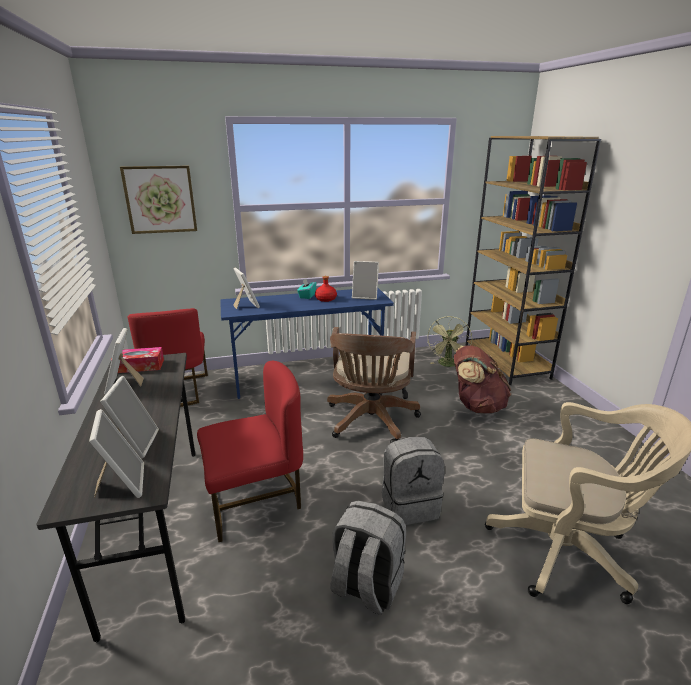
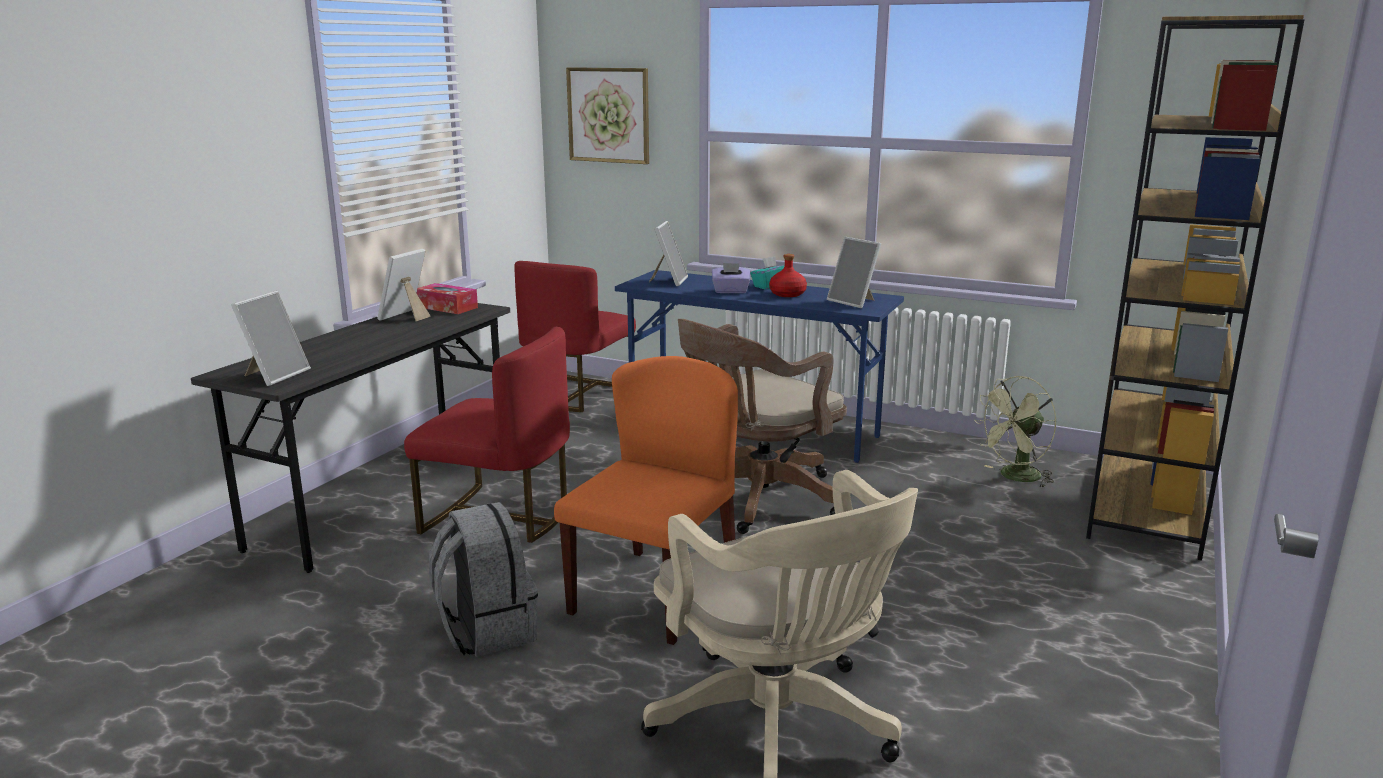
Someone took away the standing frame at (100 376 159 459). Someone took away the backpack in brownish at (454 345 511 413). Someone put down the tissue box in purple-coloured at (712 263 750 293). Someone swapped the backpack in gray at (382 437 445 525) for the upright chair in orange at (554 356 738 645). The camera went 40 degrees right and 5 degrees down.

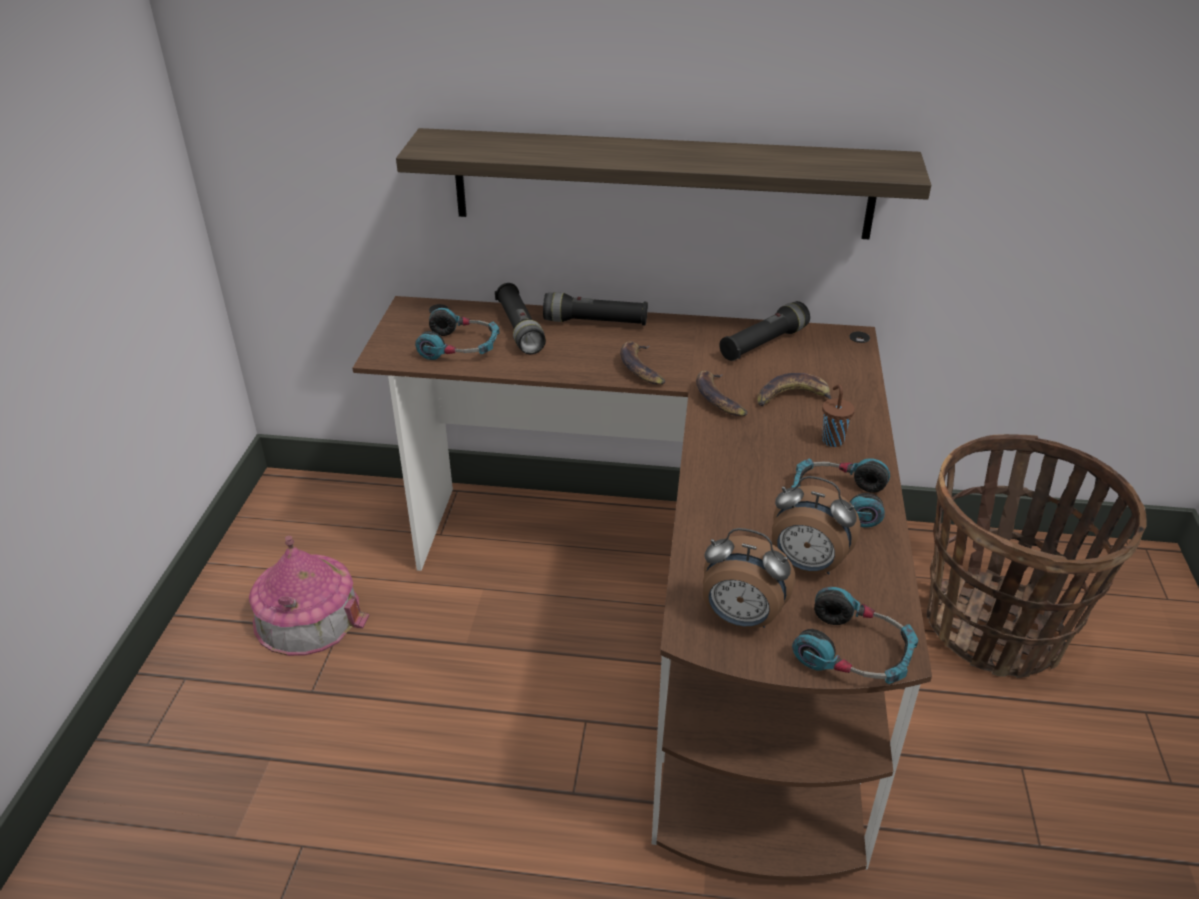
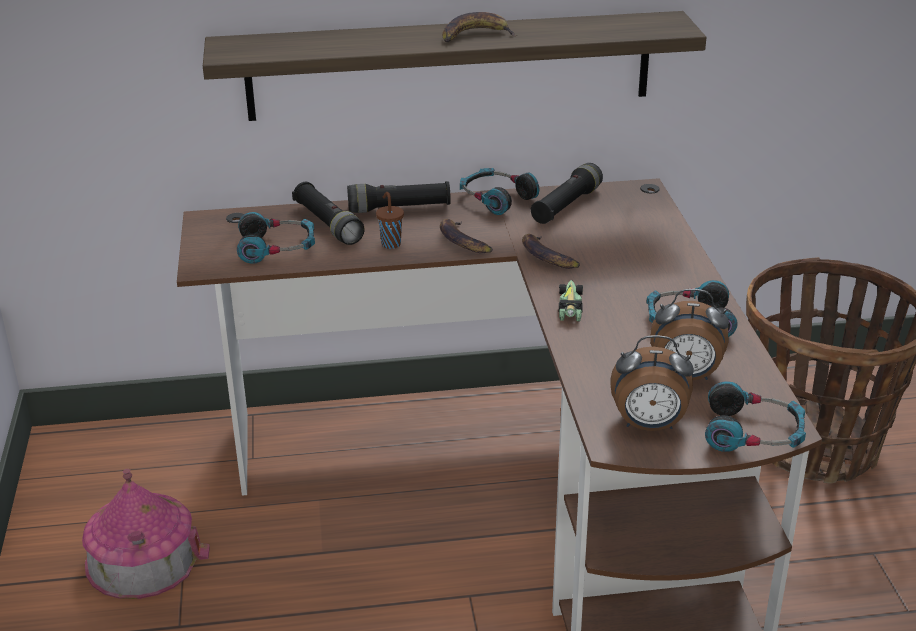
Someone put down the headset at (460 168 539 215). Someone put down the toy car at (559 280 583 321). Someone carried the banana from (757 373 832 406) to (442 12 518 42). Someone carried the drinking cup in brownish from (822 384 855 447) to (376 192 404 249). The camera went 15 degrees left and 5 degrees down.

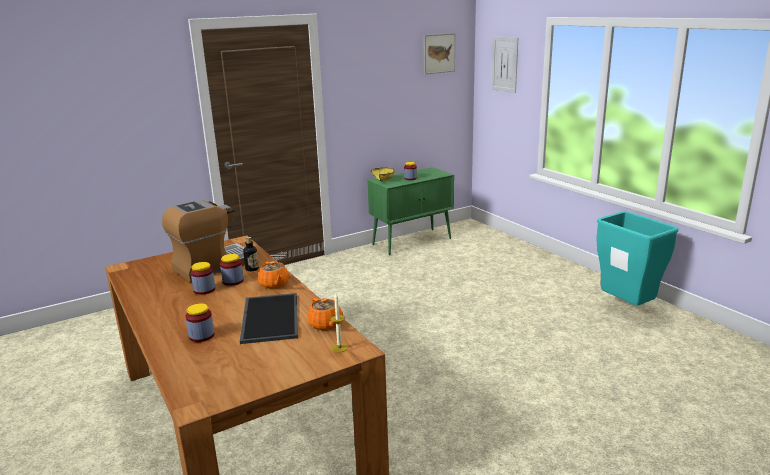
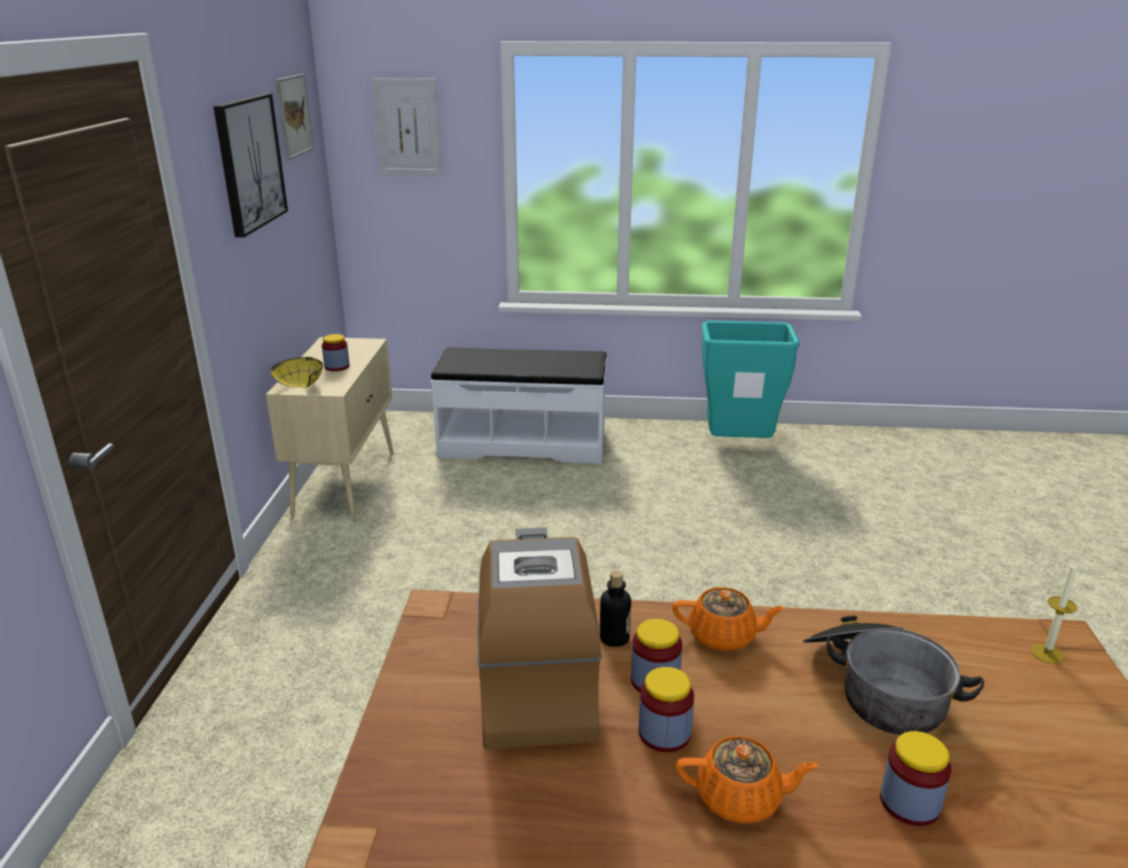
Someone put up the picture at (213 94 288 238). Someone put down the long seat in white-coloured at (431 347 607 464). Someone carried the teapot in orange from (307 298 343 330) to (676 736 819 824). Someone swapped the tray at (240 293 298 344) for the stockpot at (803 615 984 735). Someone repainted the storage cabinet in greenish at (368 167 454 255), which became the storage cabinet in beige-coloured at (266 337 393 521). The camera went 55 degrees left and 5 degrees up.

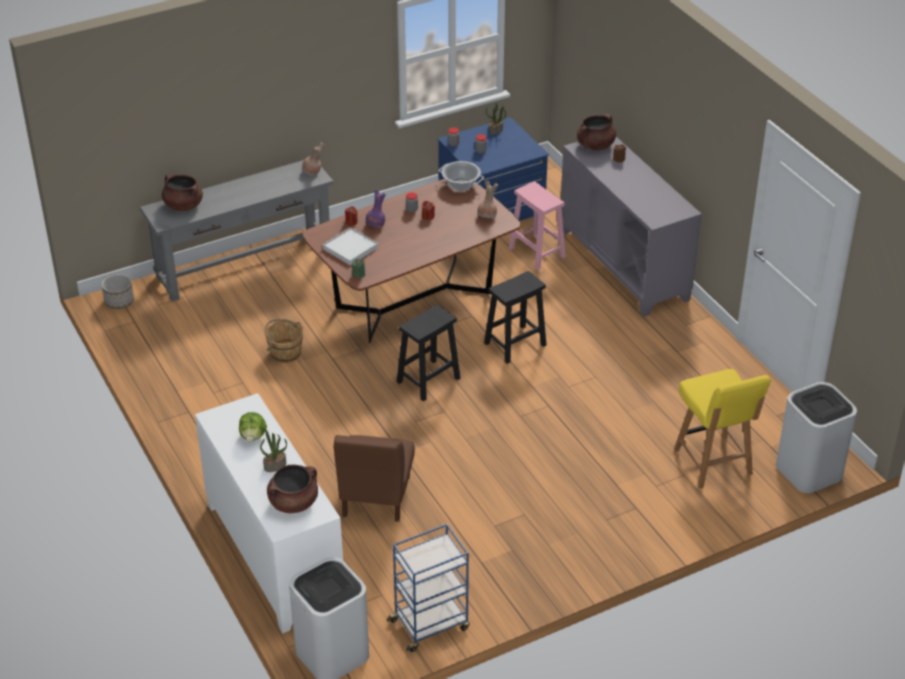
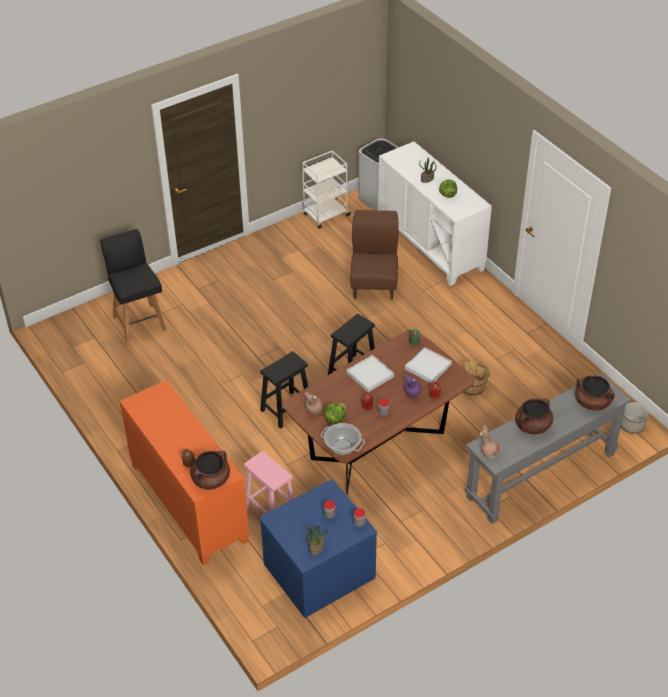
Someone took away the waste bin in white-coloured at (776 382 857 493). Someone put down the head of lettuce at (324 403 346 424). Someone put down the tray in white-coloured at (346 354 394 392). Someone carried the stockpot in brownish from (267 465 318 513) to (515 398 553 434). Someone repainted the trolley in blue at (387 524 470 652), which became the trolley in white-coloured at (302 151 352 229). Someone repainted the storage cabinet in gray at (561 137 702 317), which became the storage cabinet in orange at (120 380 249 565). Someone repainted the upright chair in yellowish at (674 369 771 489), which became the upright chair in black-coloured at (100 229 167 343). The camera went 175 degrees right and 5 degrees up.

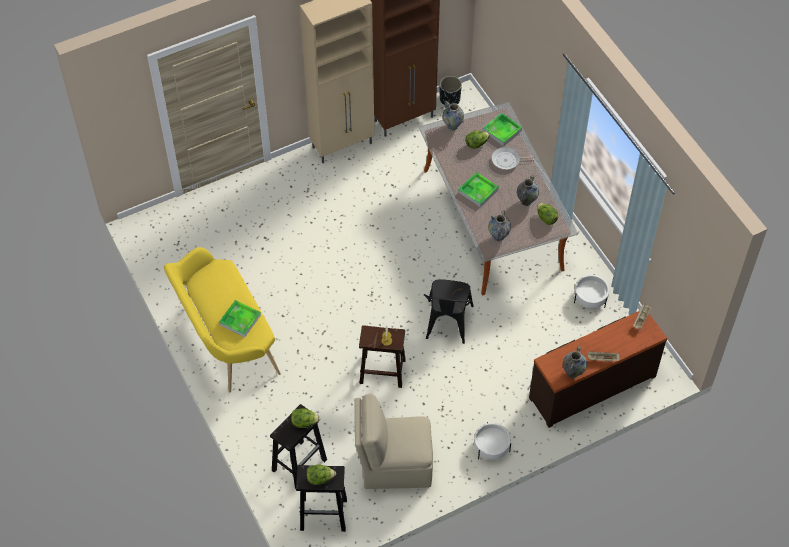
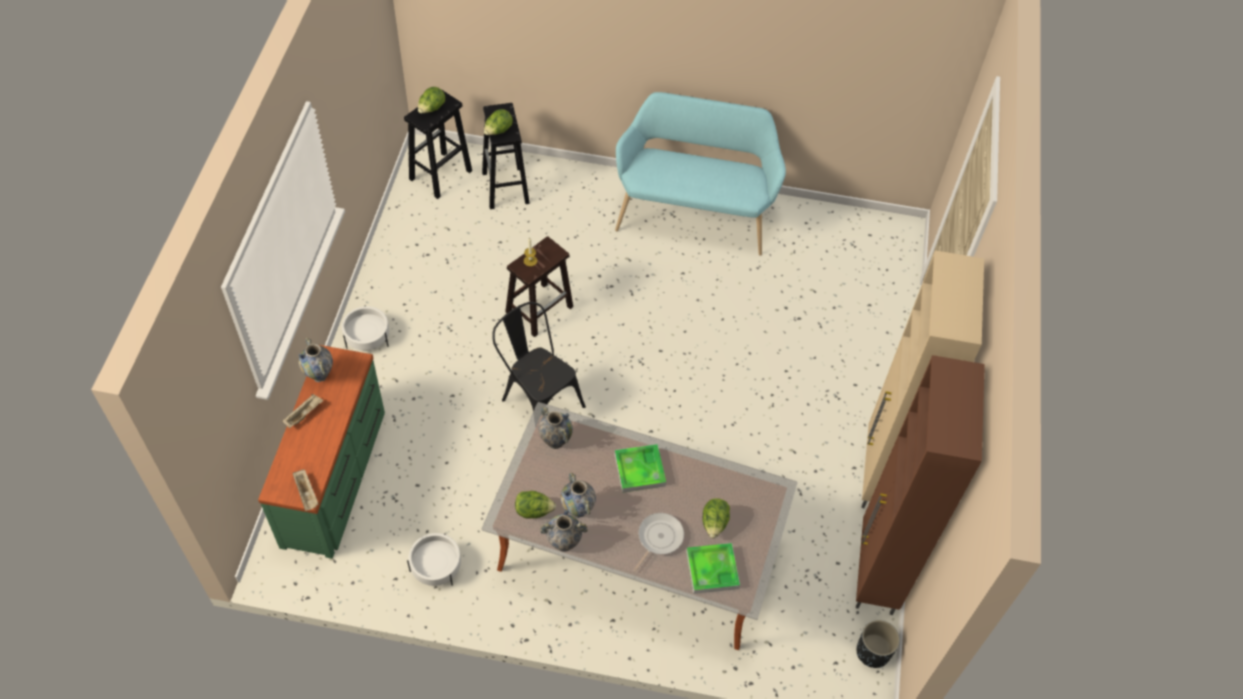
Someone took away the tray at (219 300 261 337). Someone took away the upright chair in beige-coloured at (354 394 433 489). Someone carried the vase from (442 101 464 130) to (540 510 588 552). Someone repainted the long seat in yellowish at (164 247 281 393), which became the long seat in turquoise-coloured at (615 92 786 256). Someone repainted the drawer chest in brownish at (529 311 667 428), which became the drawer chest in greenish at (258 345 385 559). The camera went 125 degrees right and 0 degrees up.

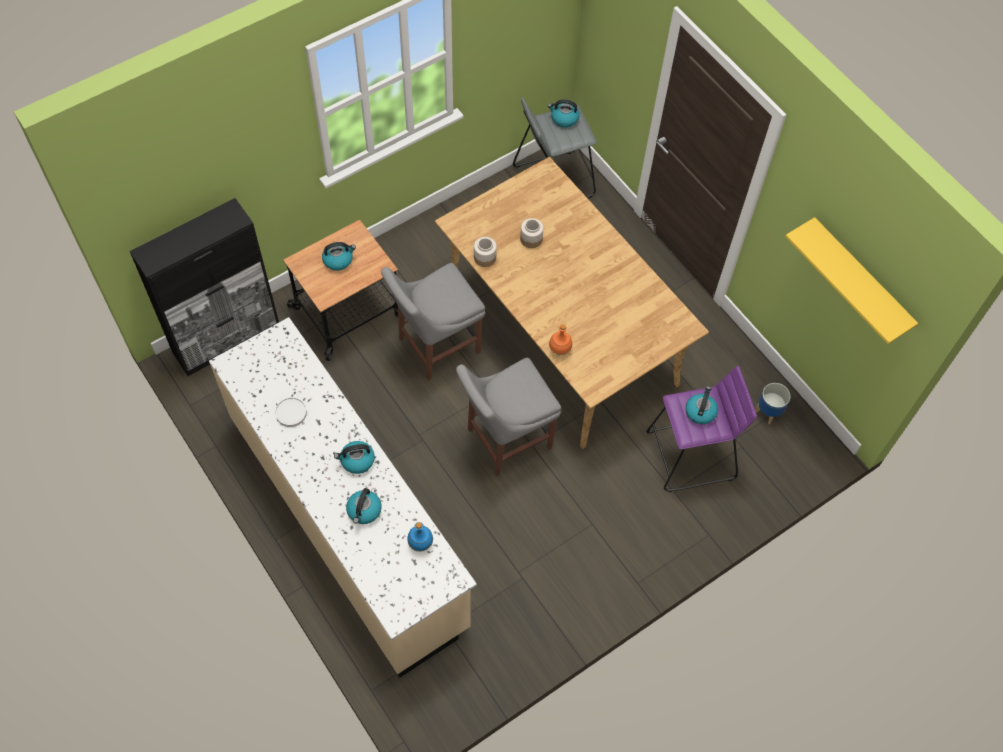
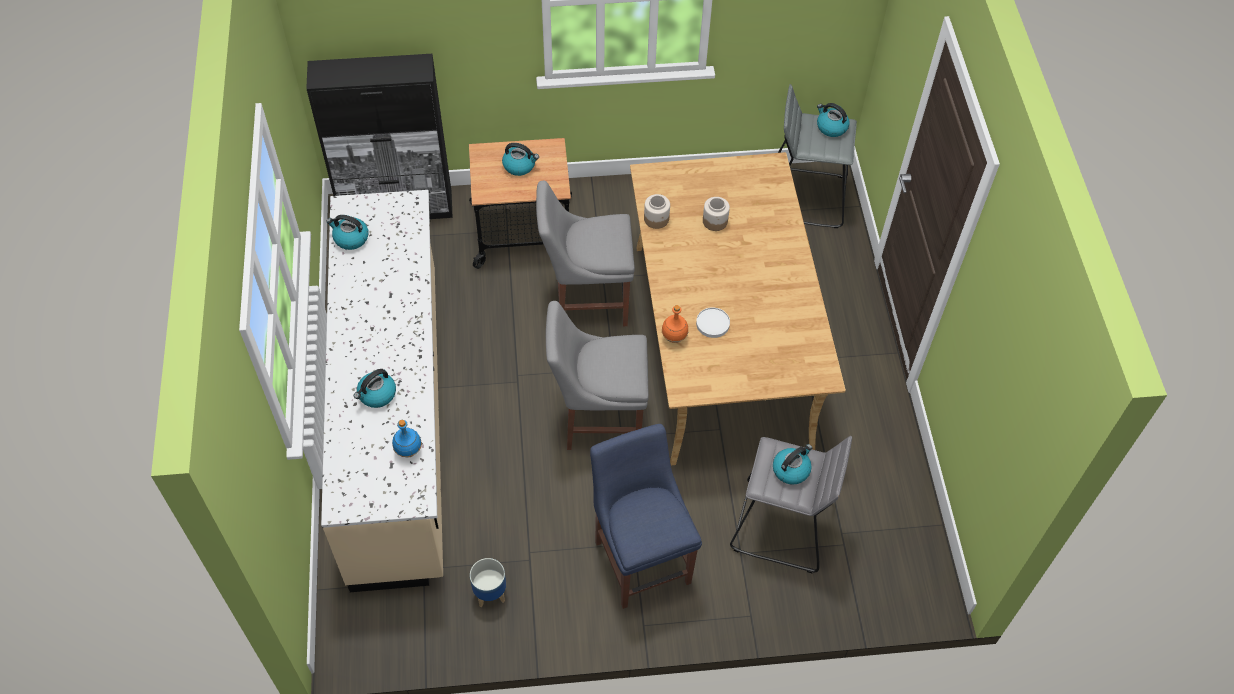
Someone took away the bracket shelf in yellowish at (785 217 918 344). Someone put down the upright chair in blue at (590 424 702 609). Someone carried the dinner plate in white-coloured from (275 398 307 427) to (696 307 730 338). Someone carried the tea kettle from (334 441 375 474) to (326 215 368 250). Someone carried the plant pot from (755 383 791 424) to (470 558 506 607). Someone repainted the stool in purple-coloured at (646 366 757 492), which became the stool in gray at (730 436 852 573). The camera went 30 degrees right and 5 degrees down.

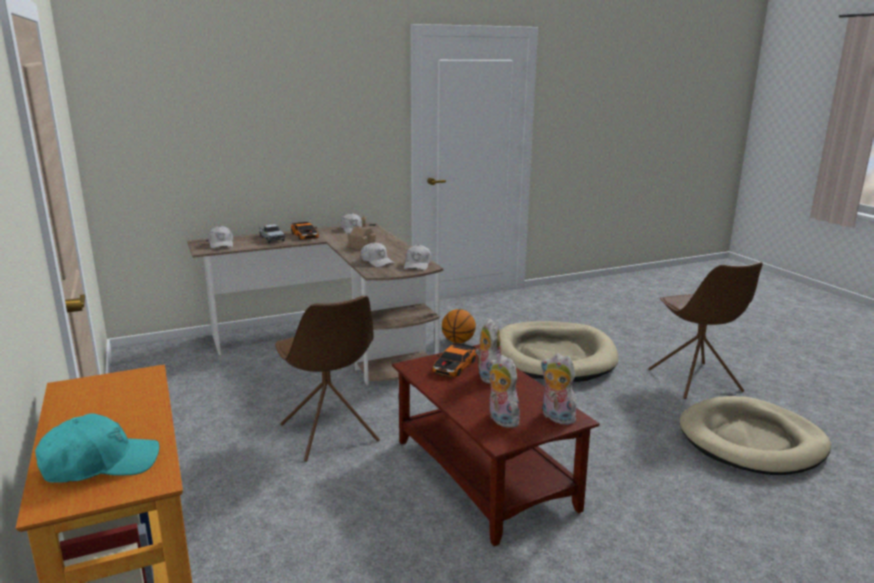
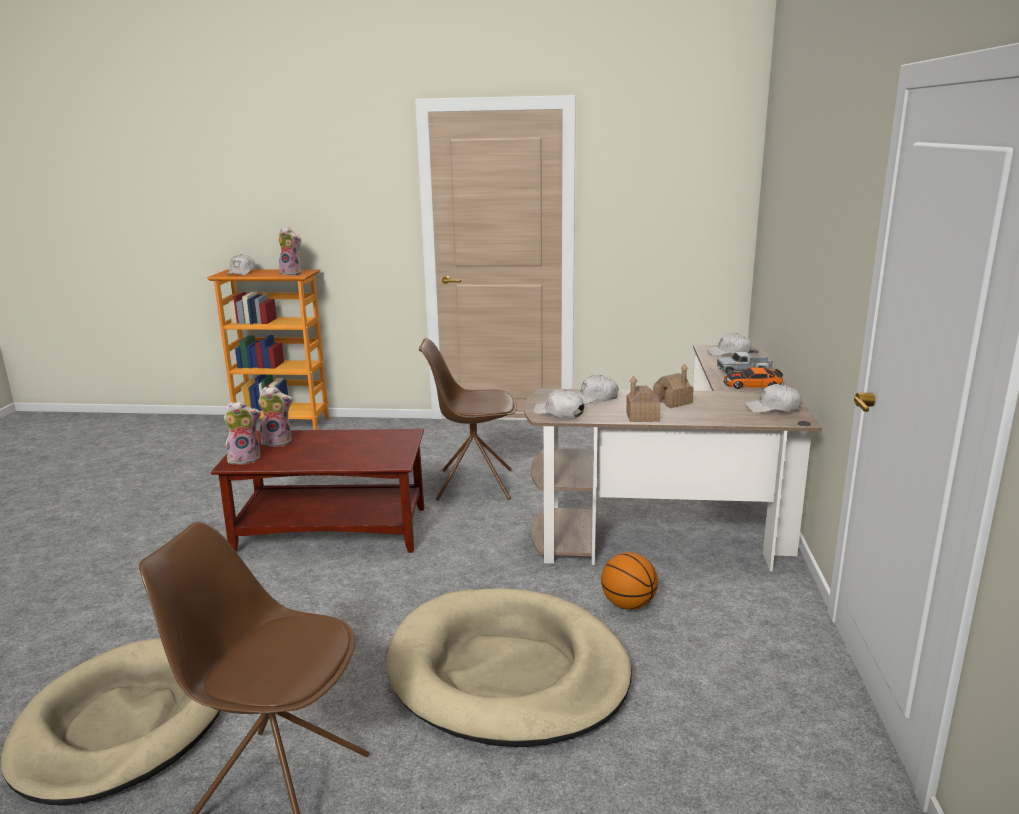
Someone took away the toy car at (432 343 476 377). Someone put down the toy house at (626 376 660 422). Someone carried the cuddly toy from (475 319 501 384) to (279 227 302 275). Someone repainted the cap in turquoise-coloured at (35 413 159 483), which became the cap in white-coloured at (226 254 256 275). The camera went 120 degrees right and 0 degrees up.

